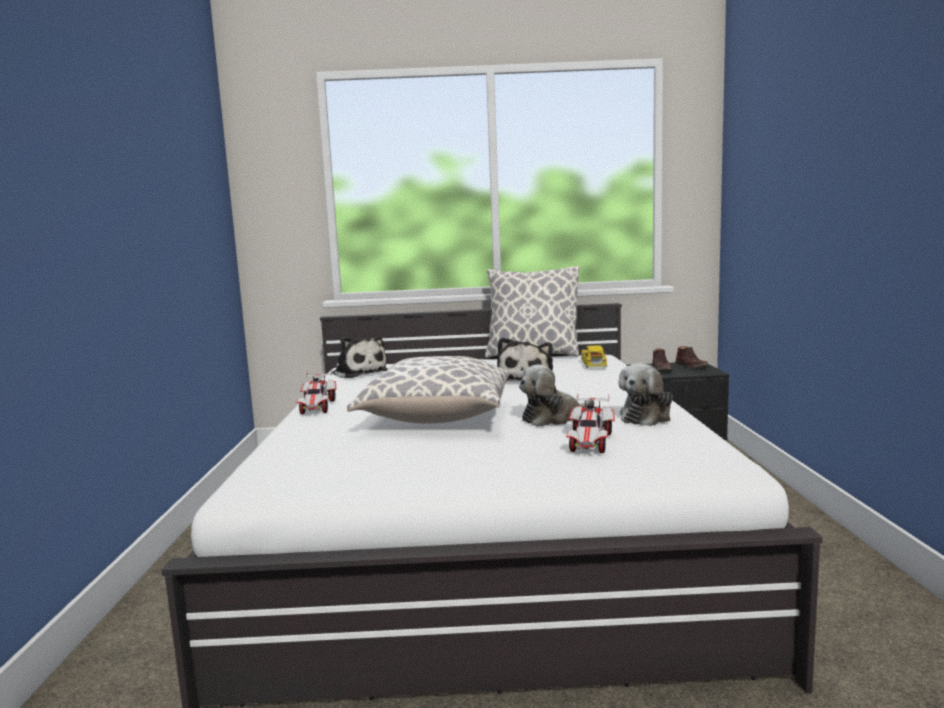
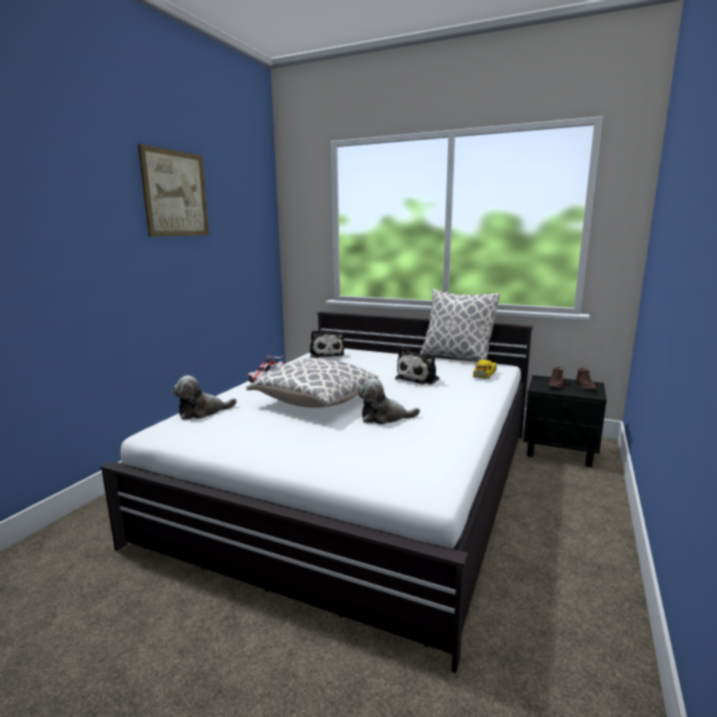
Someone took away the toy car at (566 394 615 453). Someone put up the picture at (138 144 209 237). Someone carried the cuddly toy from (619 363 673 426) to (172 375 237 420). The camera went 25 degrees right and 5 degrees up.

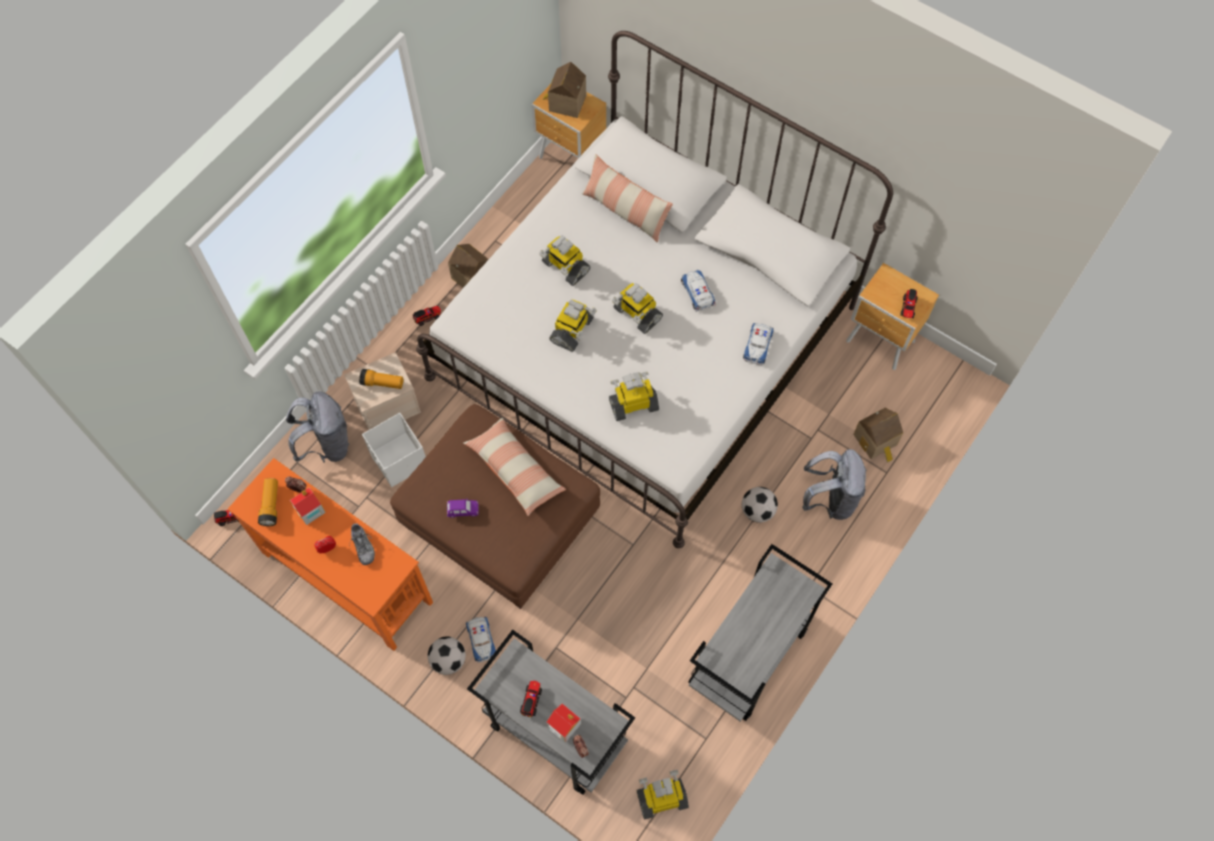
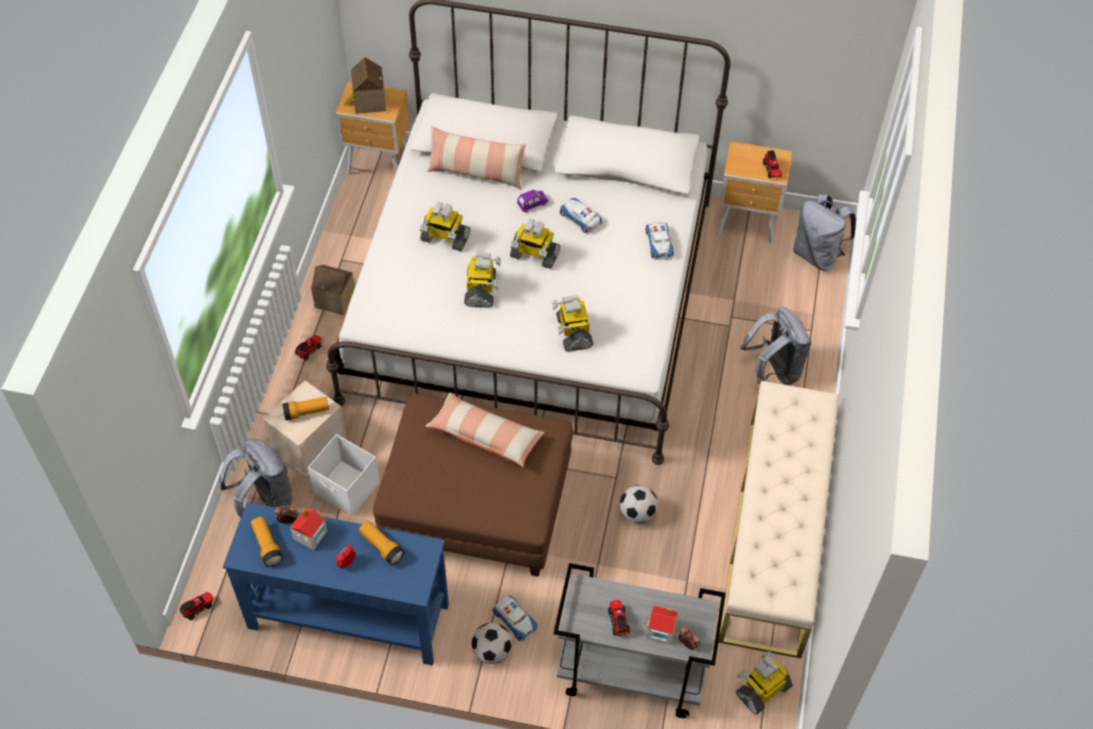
Someone took away the toy house at (853 408 904 462). Someone put down the backpack in gray at (793 194 856 271). Someone carried the toy car in purple-coloured from (447 499 479 518) to (517 190 549 212). Someone carried the ball for football from (742 487 778 523) to (620 485 658 524). Someone swapped the shoe at (350 523 375 565) for the torch at (359 521 405 565). Someone swapped the trolley in gray at (688 544 832 721) for the long seat in beige-coloured at (718 381 839 658). Someone repainted the narrow table in orange at (228 458 433 651), which became the narrow table in blue at (223 502 449 666). Someone rotated the toy robot at (609 372 659 421) by 60 degrees counterclockwise. The camera went 25 degrees left and 10 degrees down.

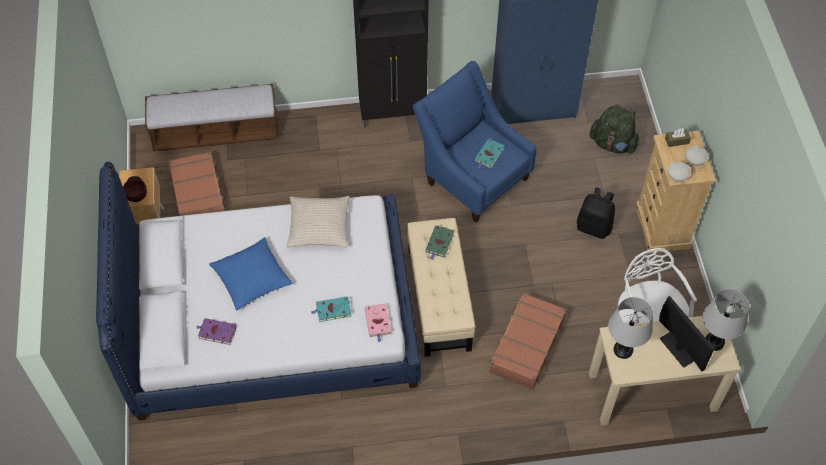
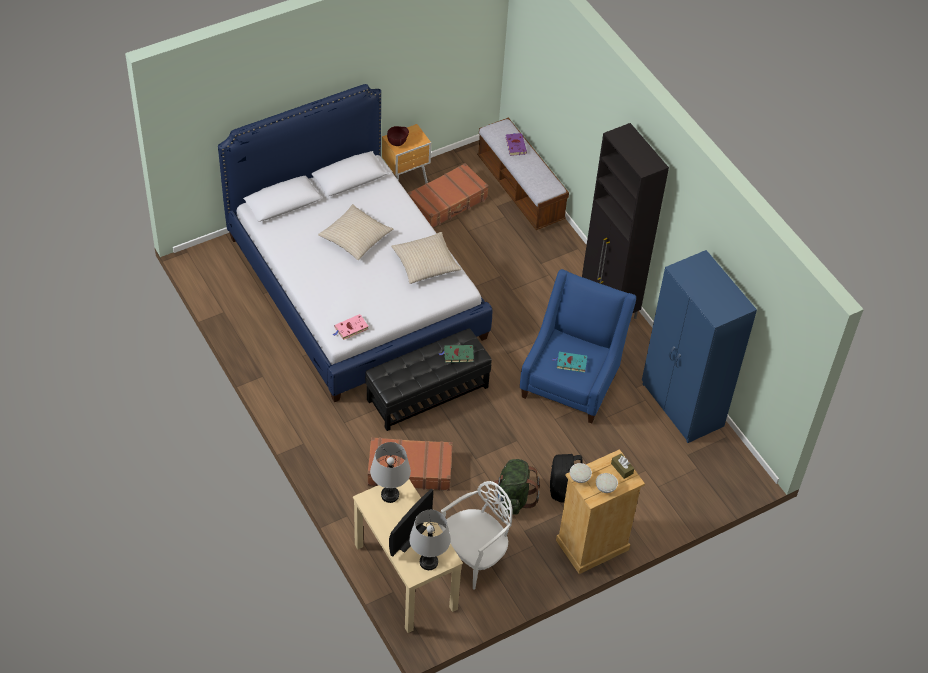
Someone took away the bound book in turquoise-coloured at (311 296 351 322). Someone carried the bound book in purple-coloured from (196 318 236 345) to (505 133 527 156). Someone carried the backpack in greenish from (589 104 639 154) to (494 459 540 515). Someone repainted the cushion in blue at (209 237 293 311), which became the cushion in beige-coloured at (318 204 393 260). Someone repainted the pouffe in beige-coloured at (407 218 475 357), which became the pouffe in black-coloured at (365 328 492 431). The camera went 65 degrees right and 5 degrees down.

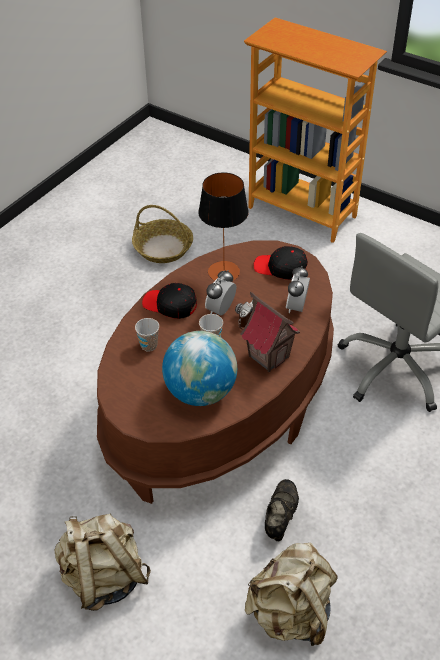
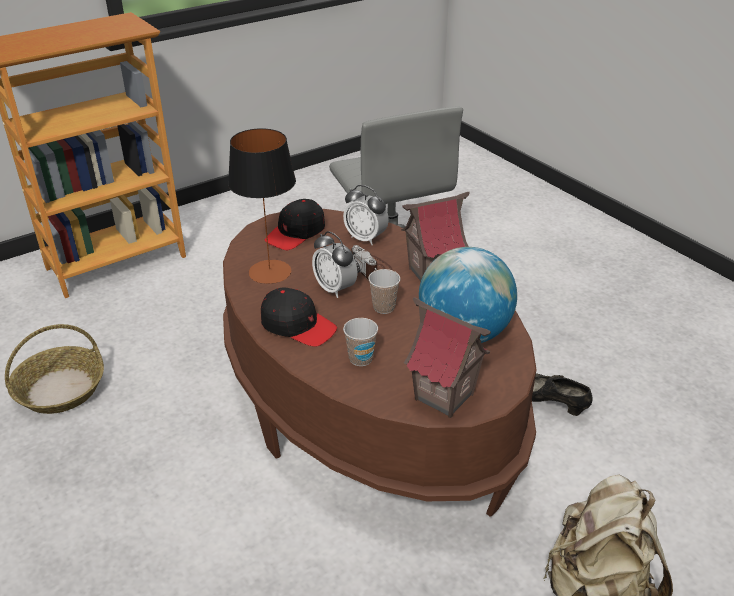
Someone took away the backpack in beige-coloured at (245 543 338 646). Someone put down the toy house at (404 297 491 418). Someone rotated the cap in black-coloured at (142 283 197 319) by 105 degrees counterclockwise. The camera went 70 degrees left and 10 degrees down.

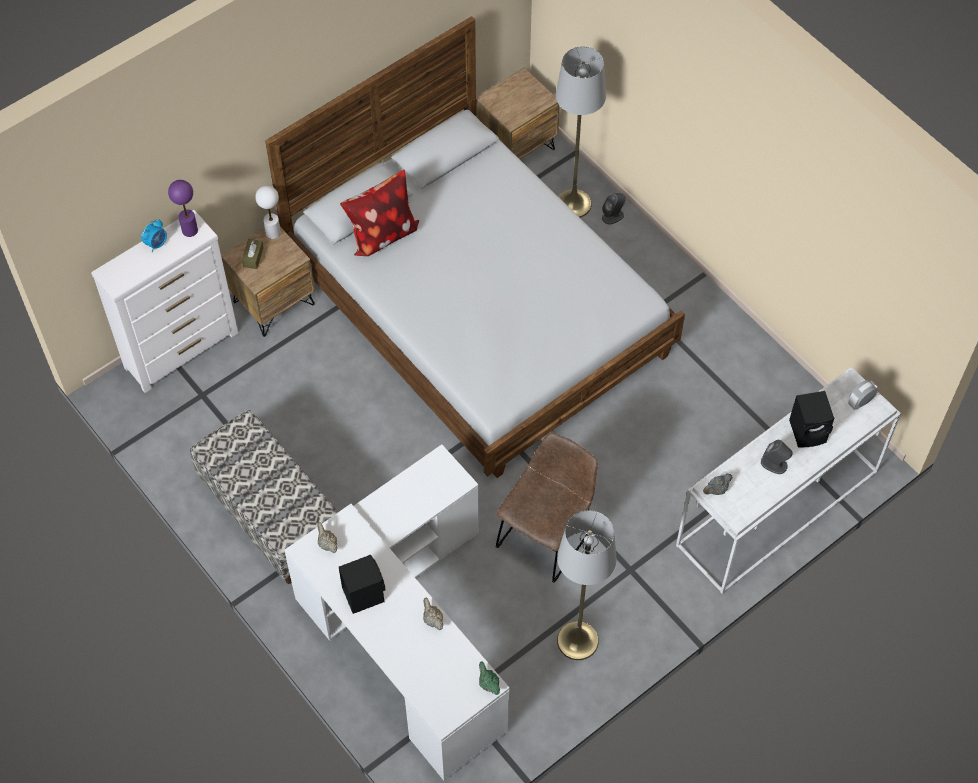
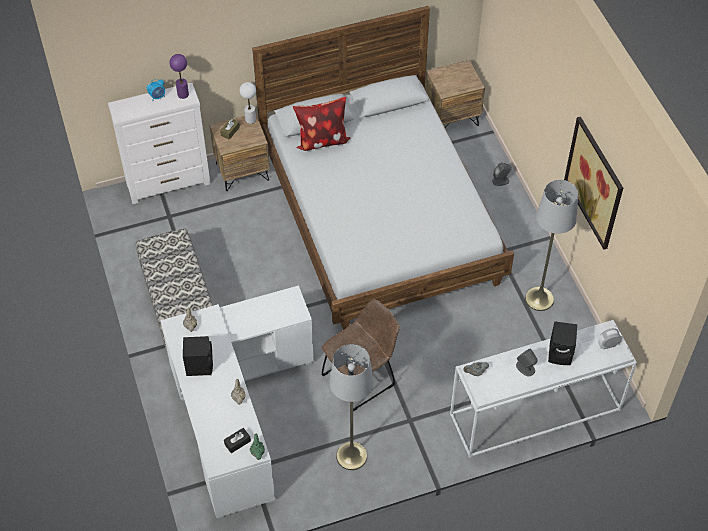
Someone put down the tissue box in black-coloured at (224 428 251 453). Someone put up the picture at (564 117 623 250). Someone carried the floor lamp in gray from (556 47 606 218) to (525 180 578 311). The camera went 20 degrees right and 5 degrees down.

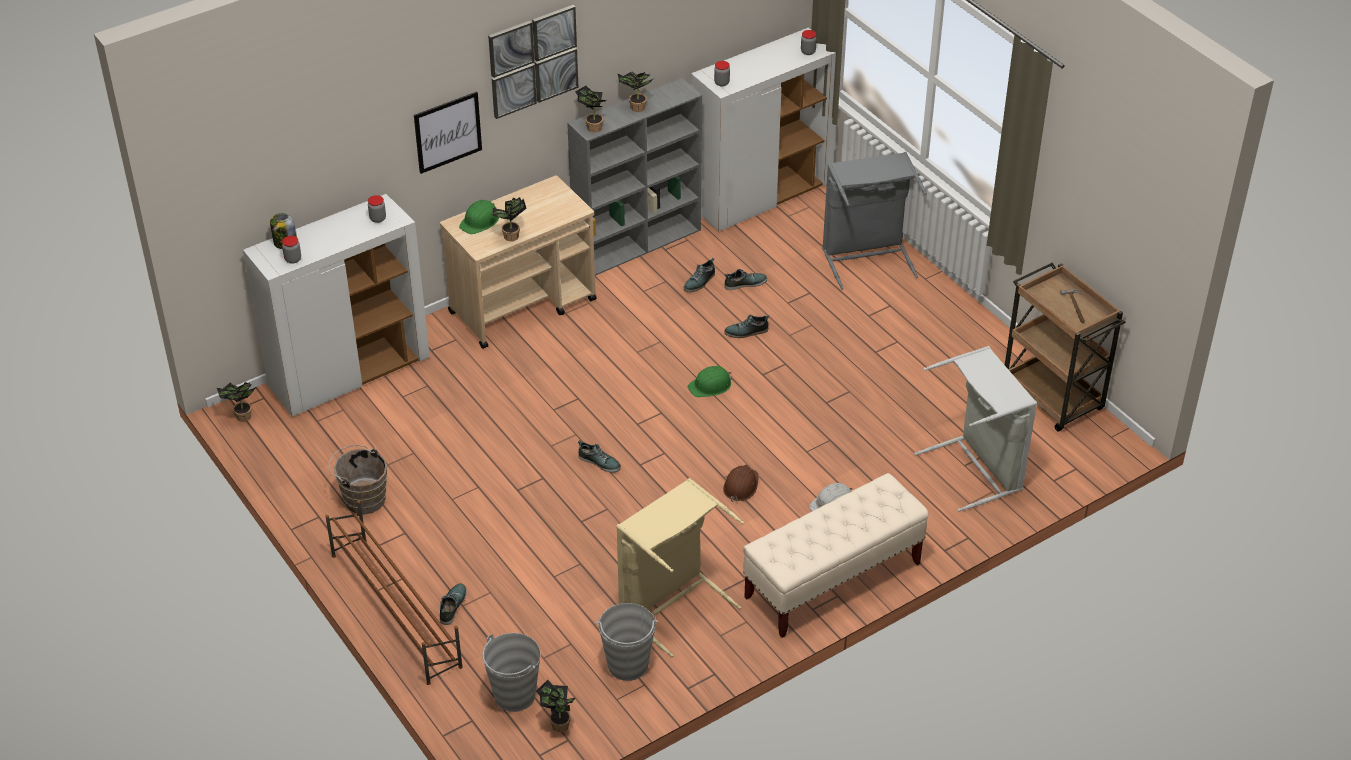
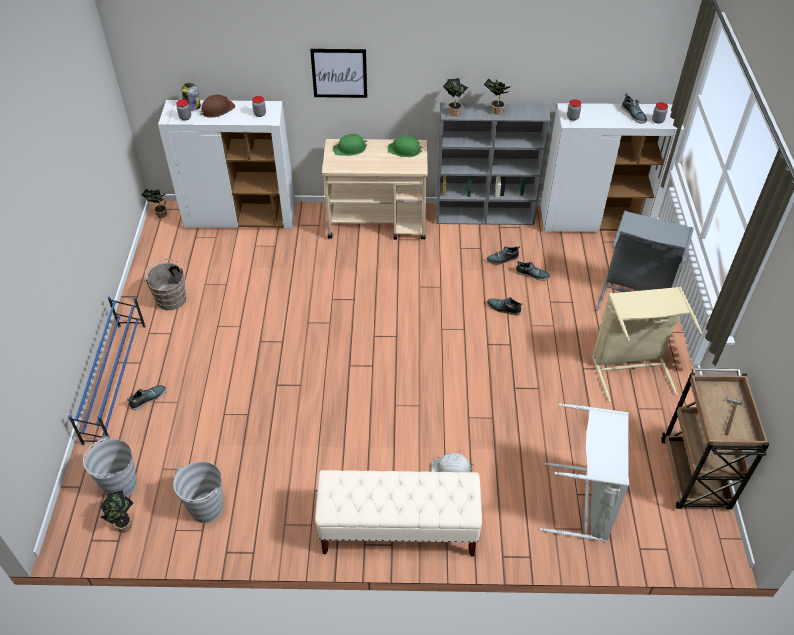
Someone took away the picture at (488 5 579 119). Someone took away the potted plant at (492 197 526 241). Someone carried the shoe from (578 440 621 473) to (621 93 647 124). Someone carried the washing basket in beige-coloured from (616 478 744 657) to (592 286 702 402). Someone carried the work helmet in greenish from (688 366 732 397) to (388 136 423 157). Someone carried the work helmet in brownish from (723 465 759 502) to (200 95 235 118). Someone repainted the shoe rack in brownish at (325 500 463 685), which became the shoe rack in blue at (68 297 146 445). The camera went 35 degrees right and 5 degrees up.

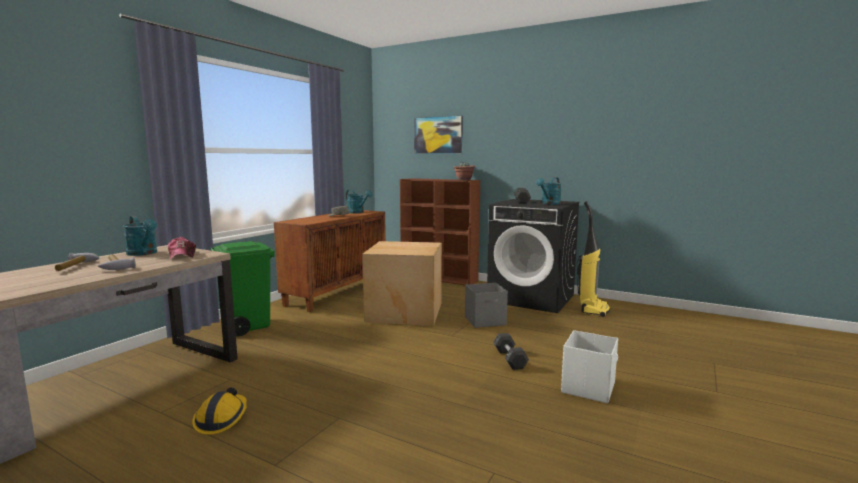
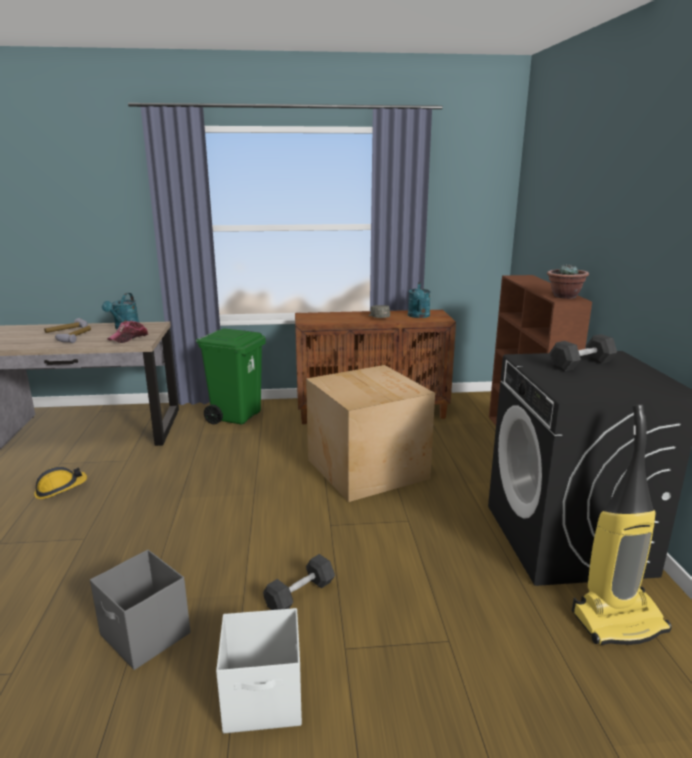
Someone took away the picture at (414 116 463 154). Someone took away the watering pot in turquoise-coloured at (536 177 562 205). Someone carried the storage bin in gray from (465 283 508 328) to (90 550 190 670). The camera went 55 degrees right and 10 degrees up.

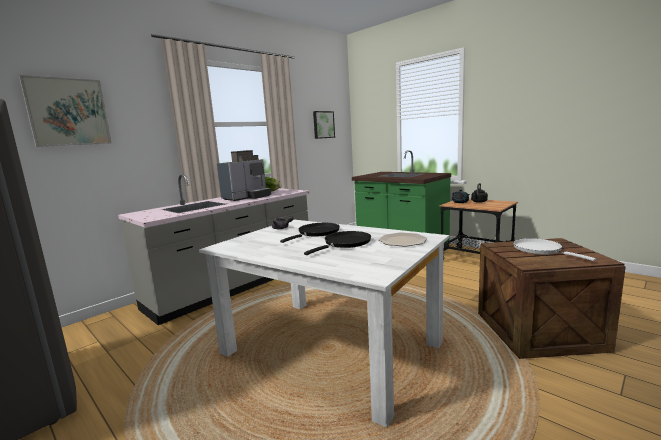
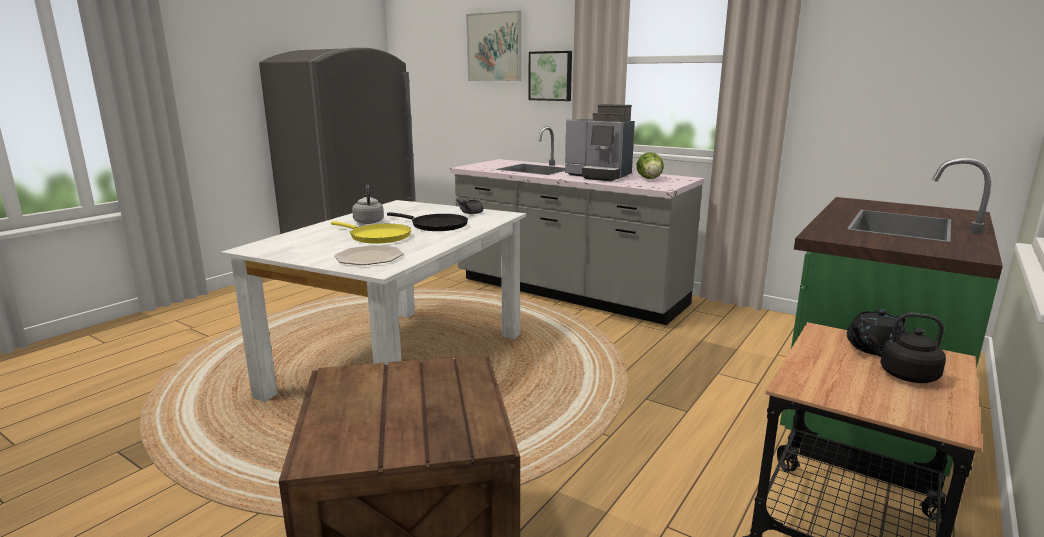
Someone took away the frying pan in white-coloured at (513 238 596 261). Someone put down the tea kettle in gray at (352 185 384 224). Someone carried the picture from (313 111 335 139) to (529 51 572 101). Someone repainted the frying pan in black-coloured at (304 231 371 255), which became the frying pan in yellowish at (331 221 411 244). The camera went 80 degrees right and 5 degrees up.

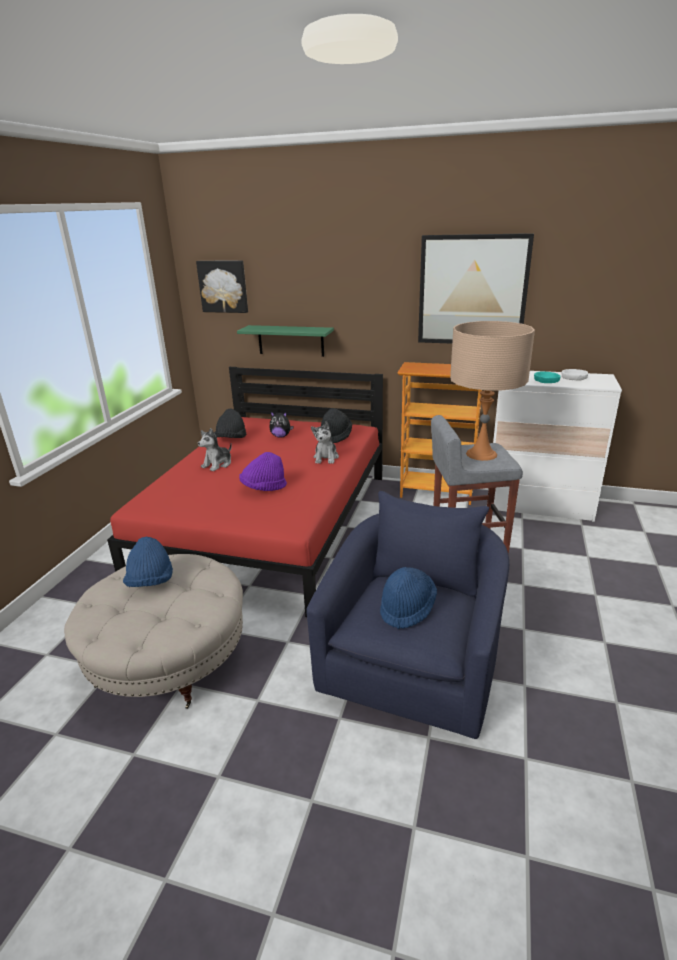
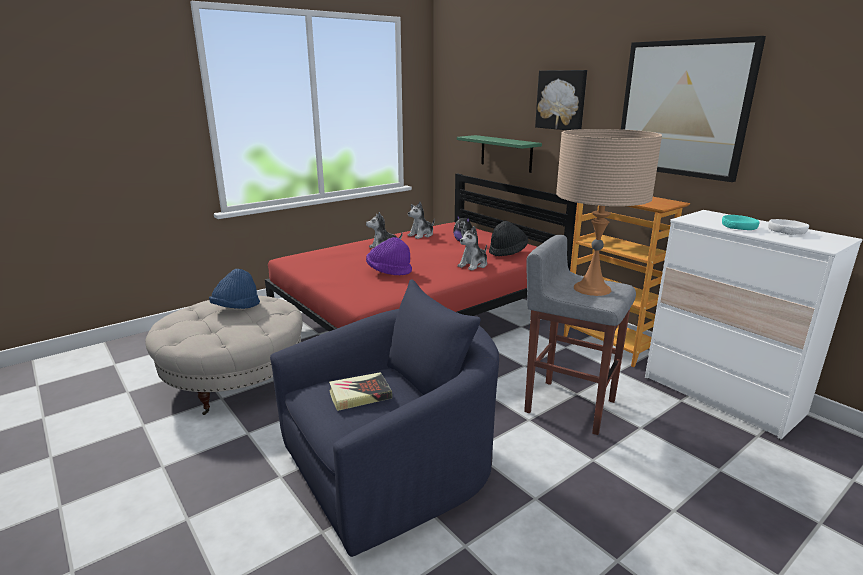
Someone carried the picture from (196 260 248 313) to (535 70 587 130). Someone swapped the clothing hat in black-coloured at (214 408 246 438) for the cuddly toy at (407 202 435 239). Someone swapped the clothing hat in blue at (380 567 437 629) for the bound book at (329 372 392 411). The camera went 35 degrees right and 5 degrees down.

